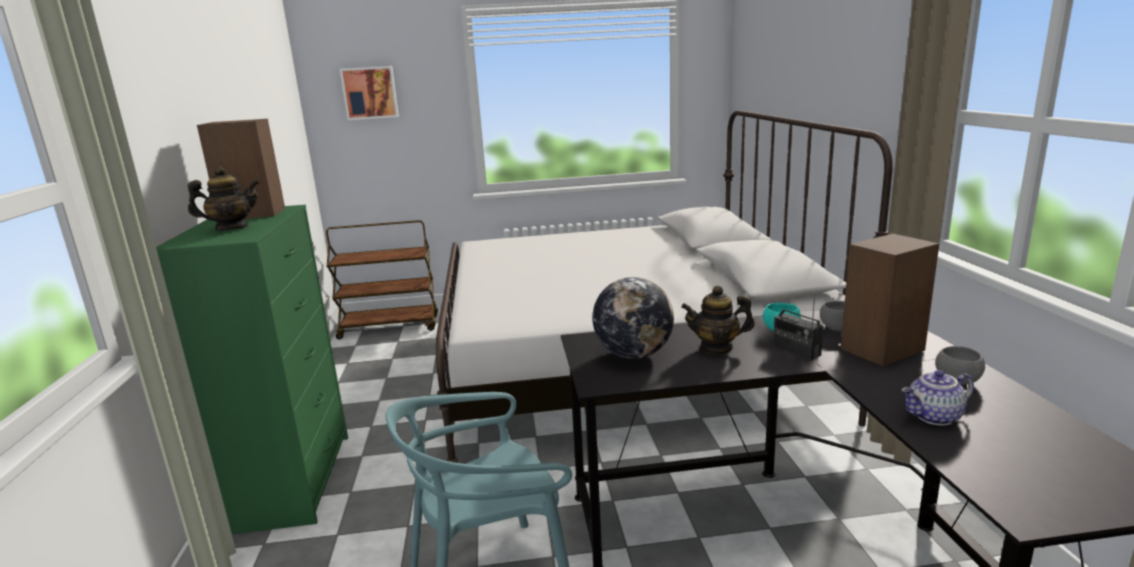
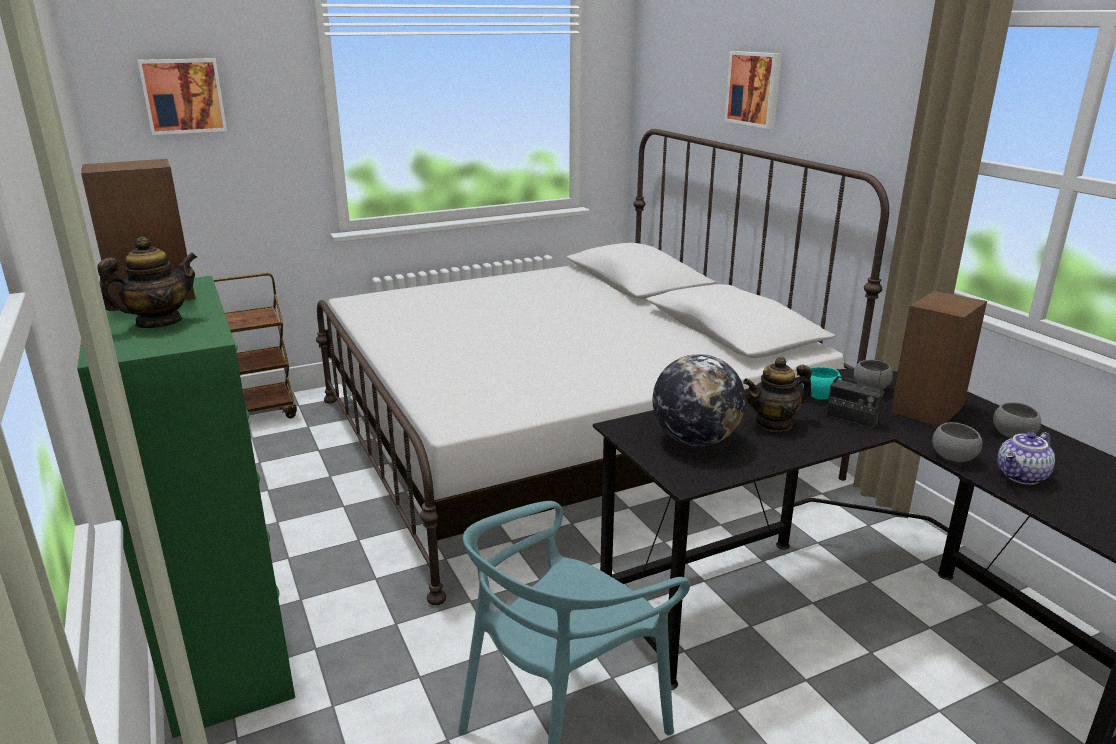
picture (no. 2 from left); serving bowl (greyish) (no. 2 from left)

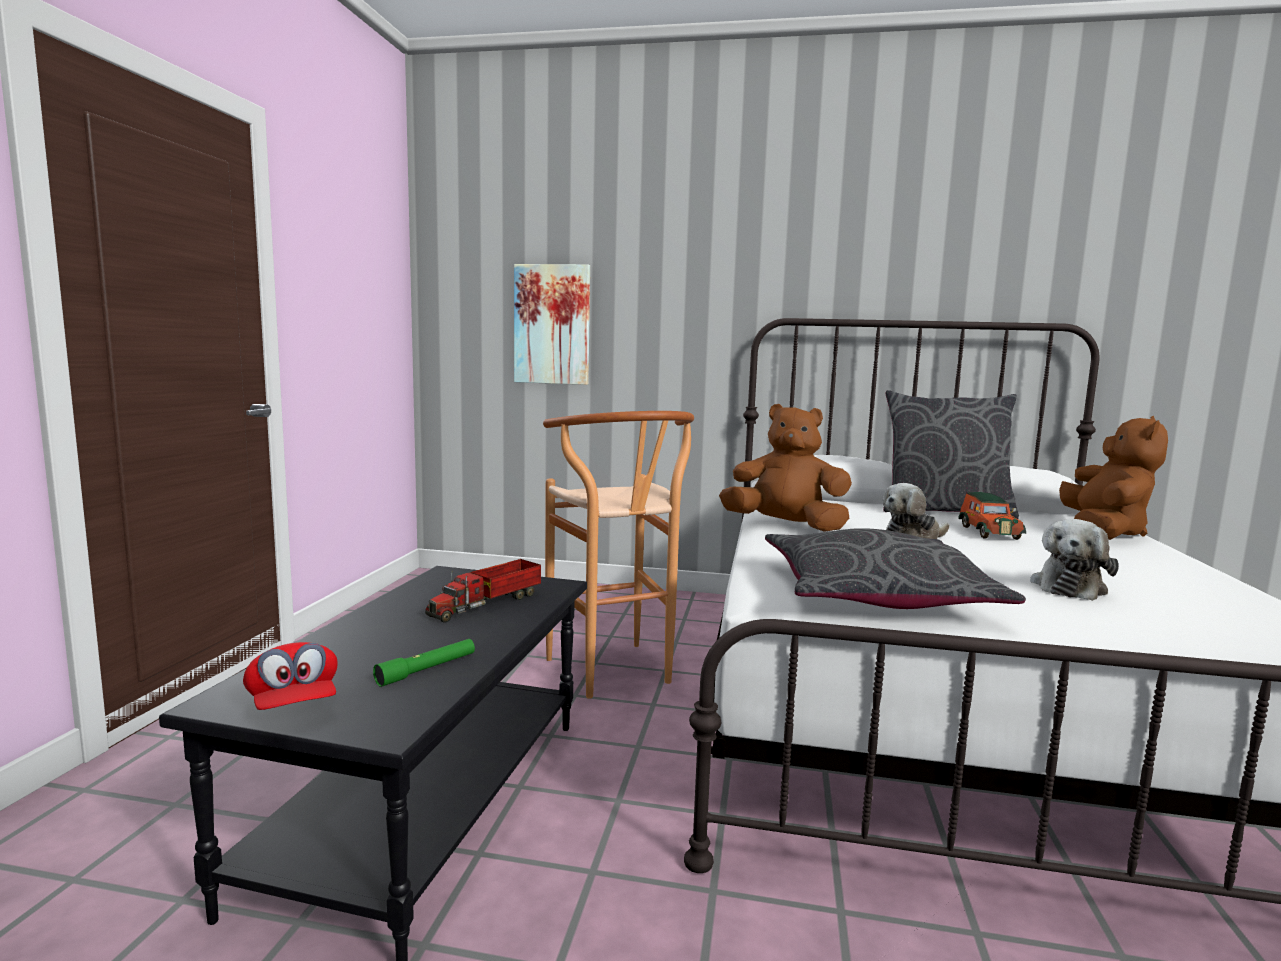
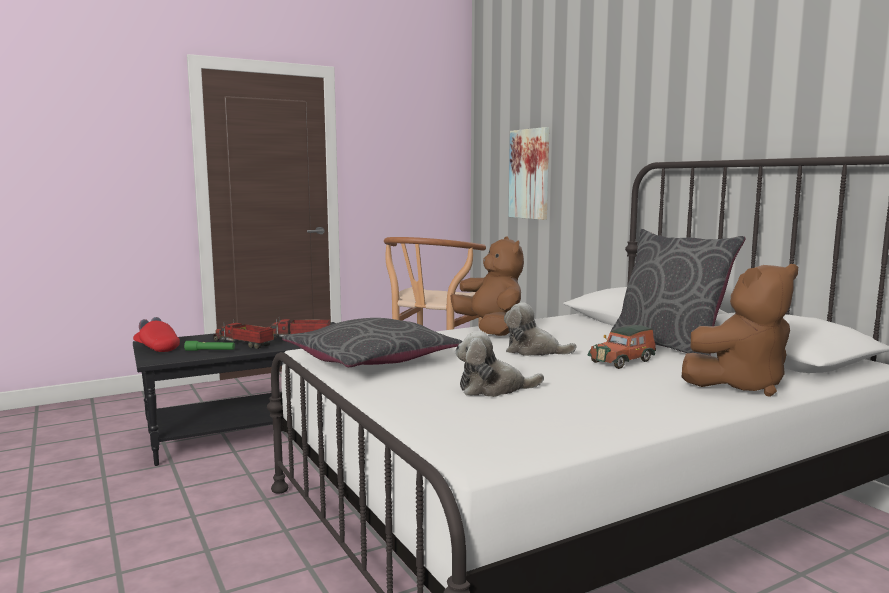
baseball cap (red); model truck (no. 1 from left)

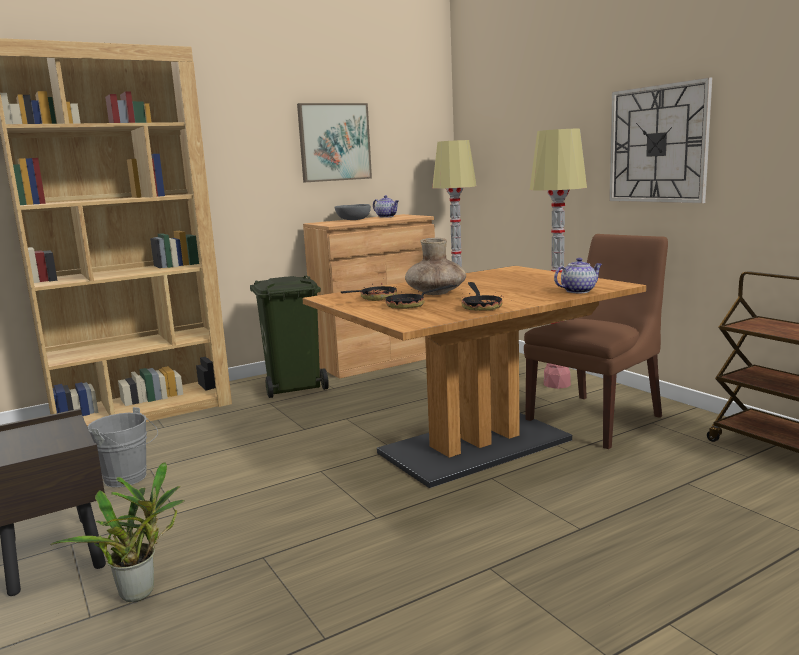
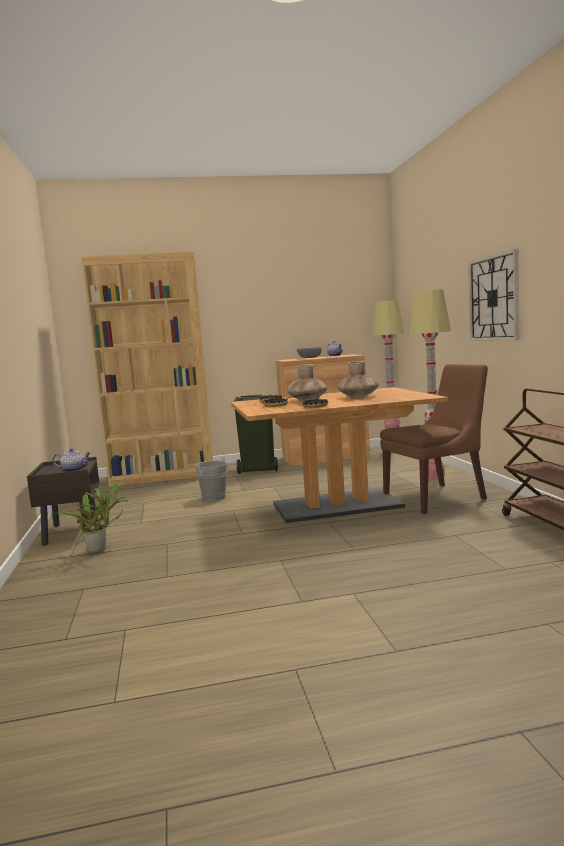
picture; teapot (no. 1 from left); pail (greyish); decorative vase (brown-coloured) (no. 2 from left)

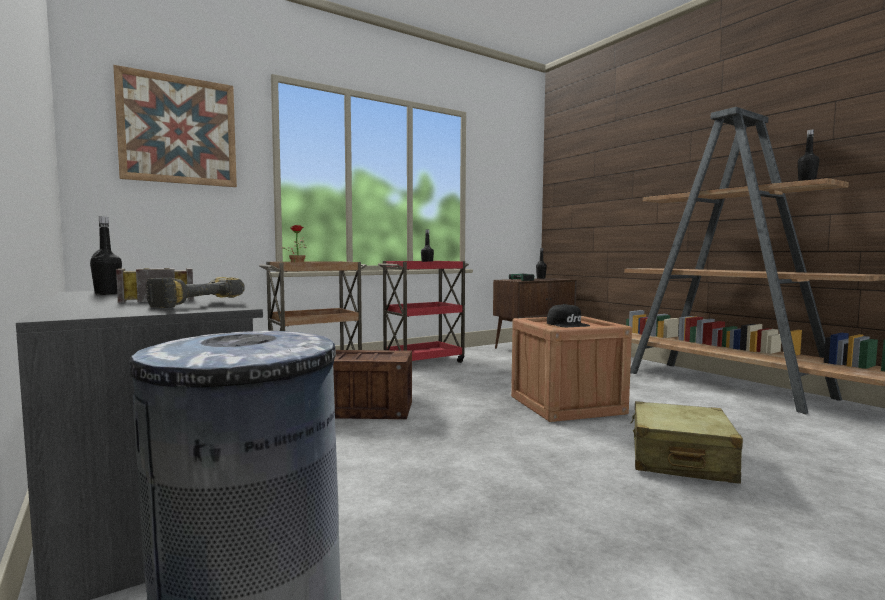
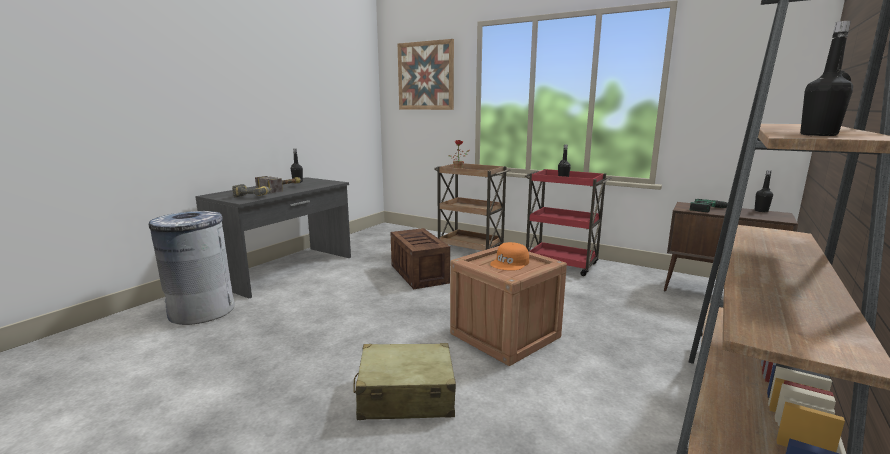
baseball cap (orange-coloured)

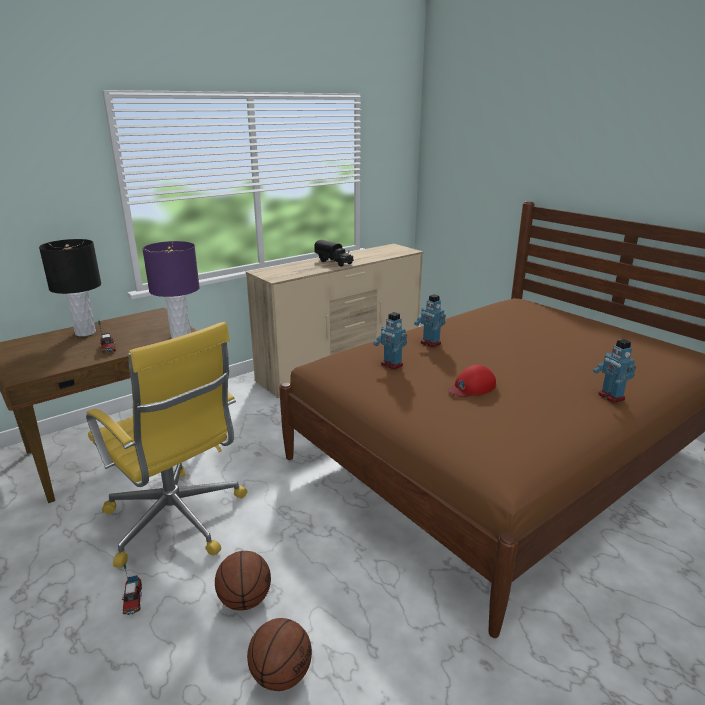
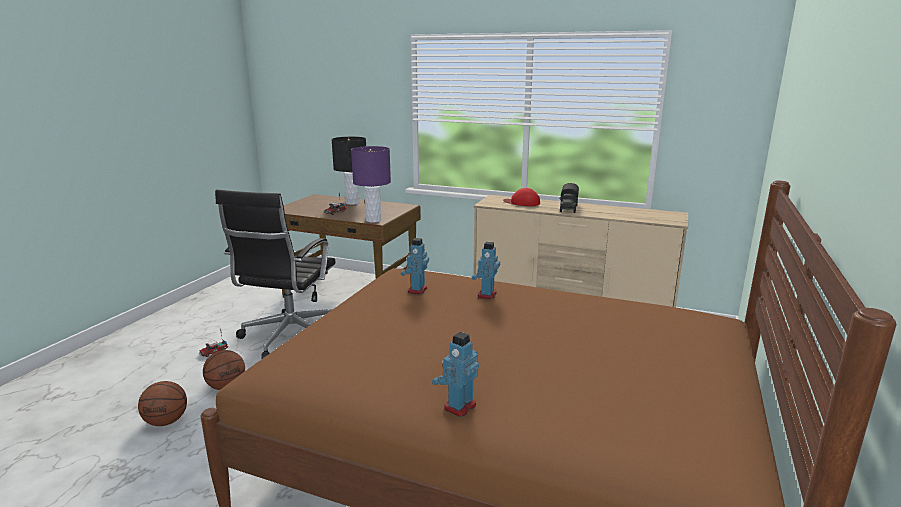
computer chair (black); baseball cap (red)

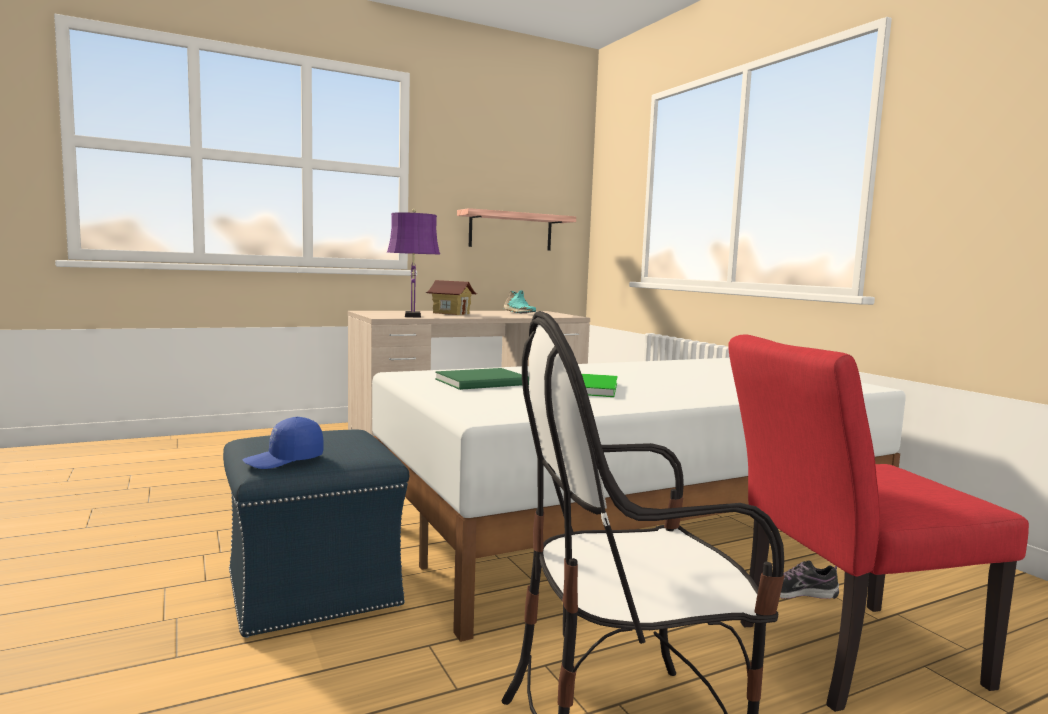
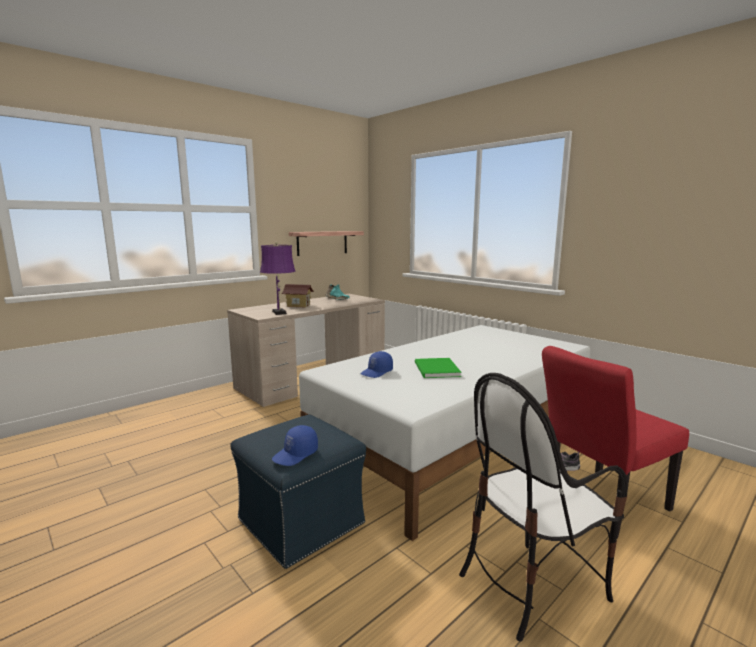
baseball cap (blue) (no. 2 from left)

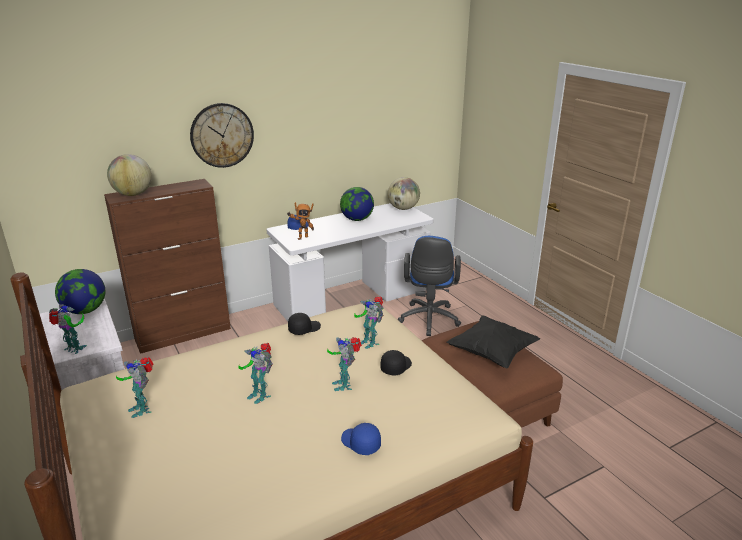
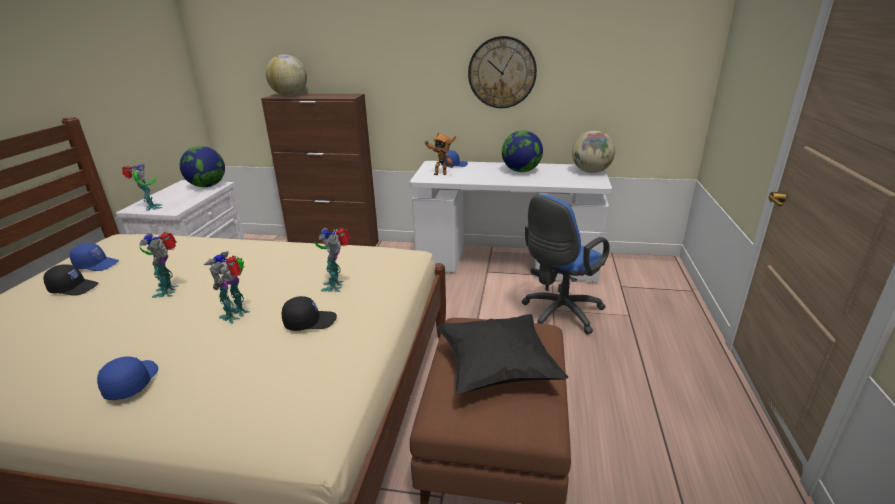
wall clock; baseball cap (black) (no. 1 from left); baseball cap (blue) (no. 1 from left)

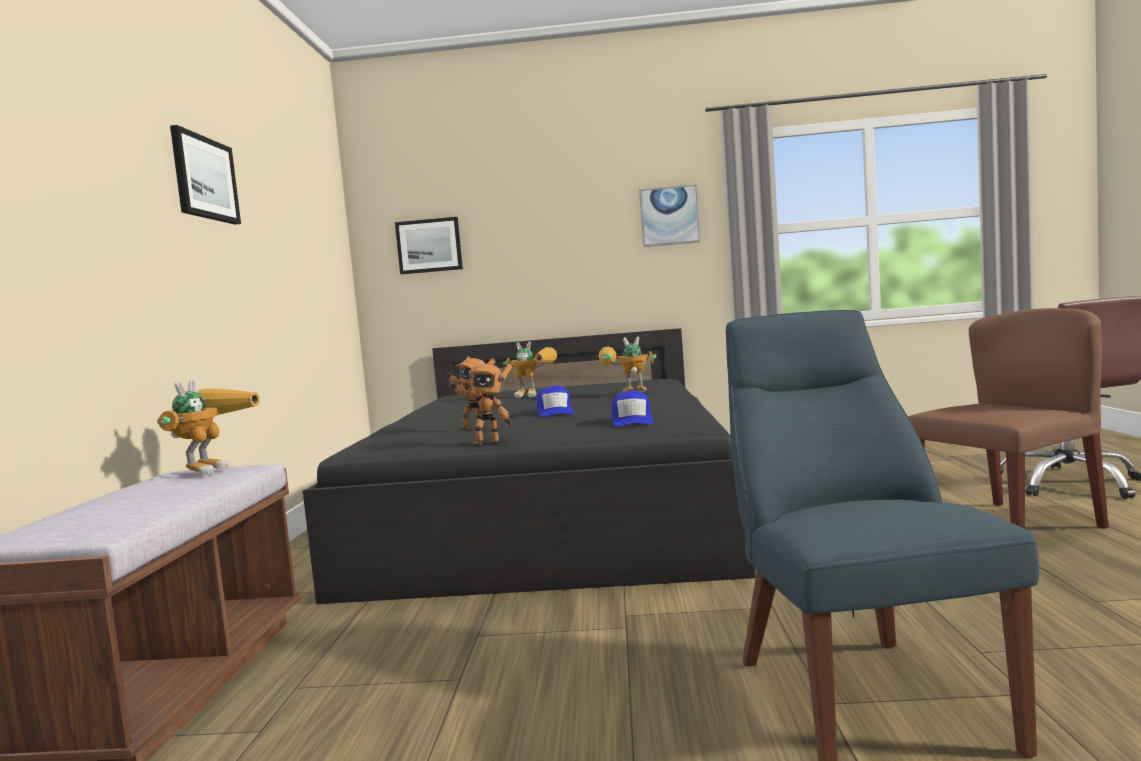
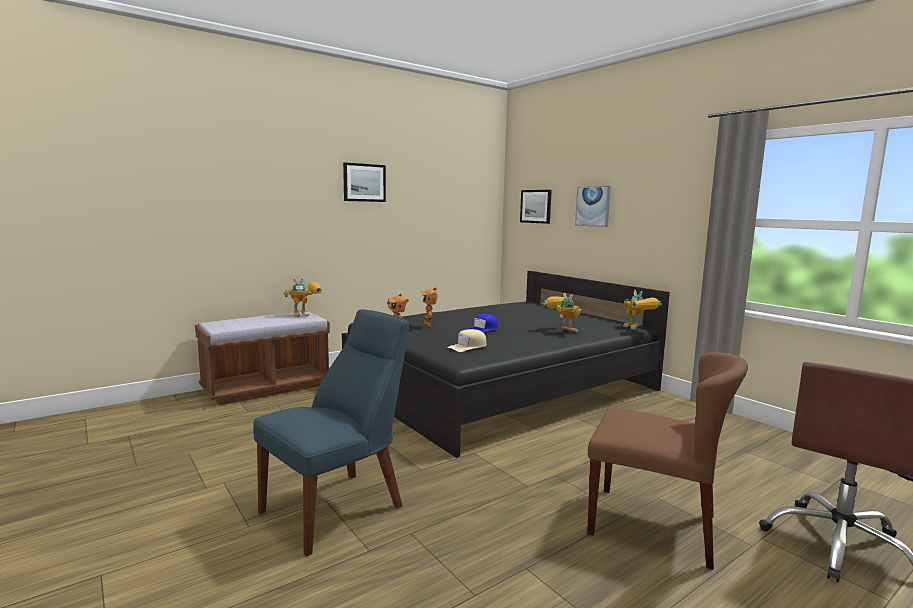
picture (no. 3 from left); model robot (no. 5 from left); baseball cap (beige-coloured)

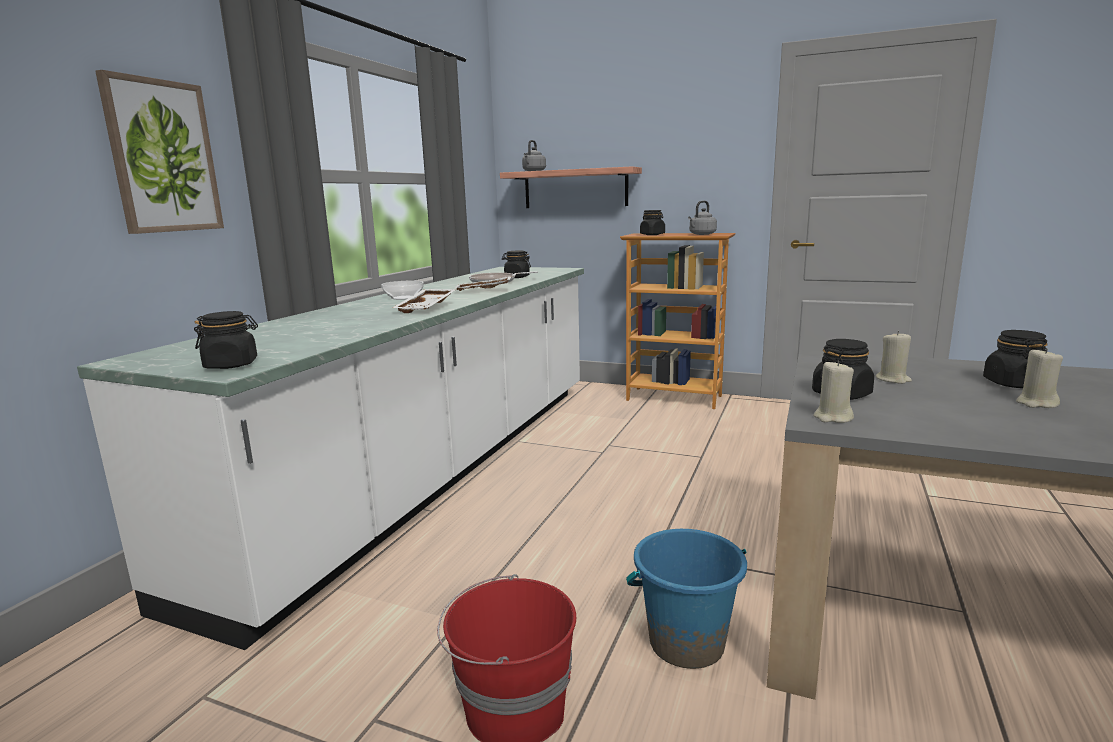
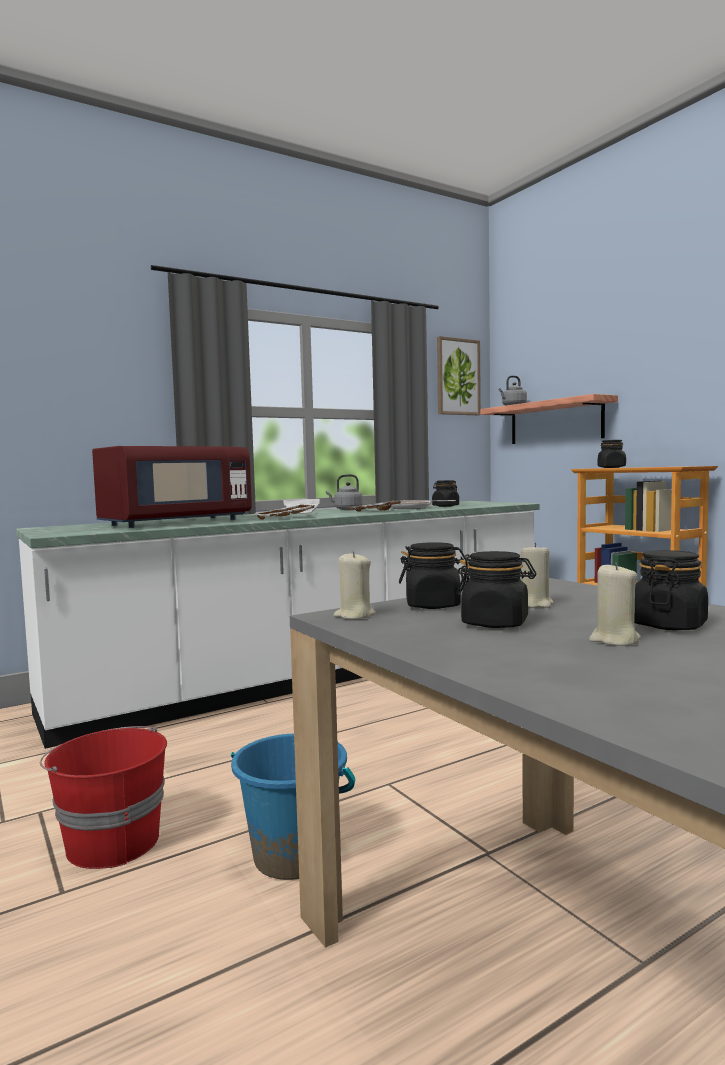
picture; kettle (greyish) (no. 1 from left); jar (black) (no. 3 from left); microwave oven (red)

